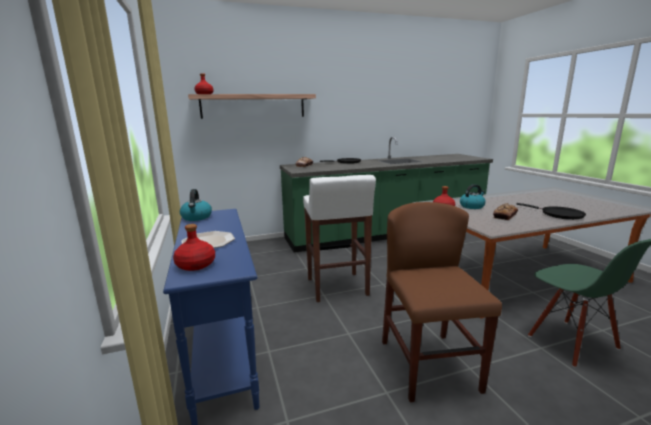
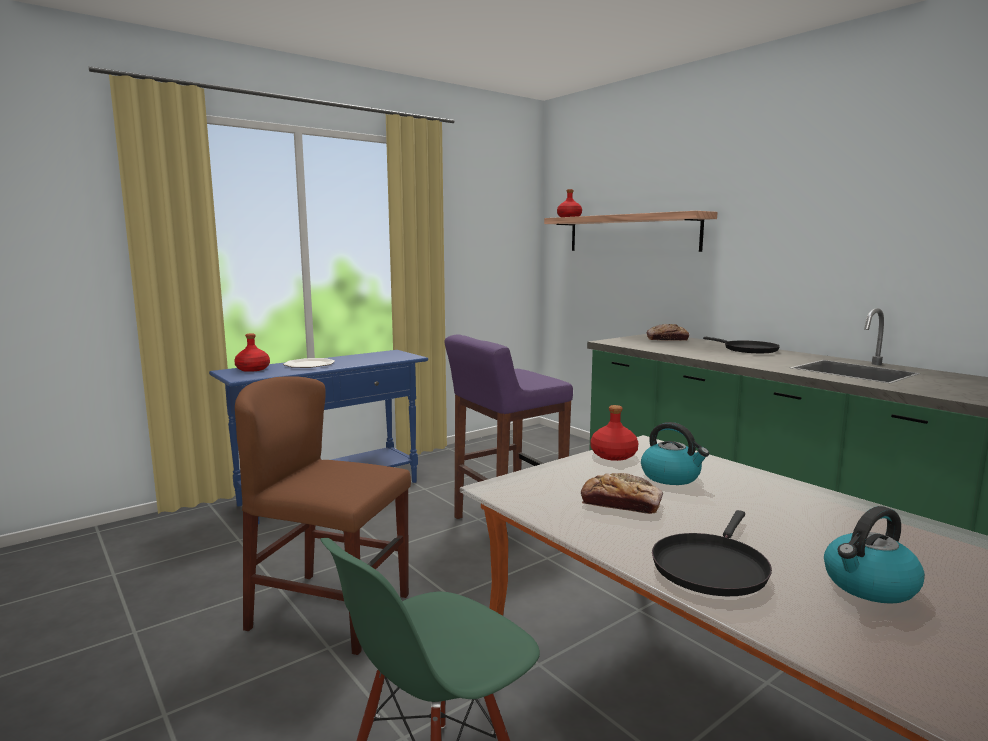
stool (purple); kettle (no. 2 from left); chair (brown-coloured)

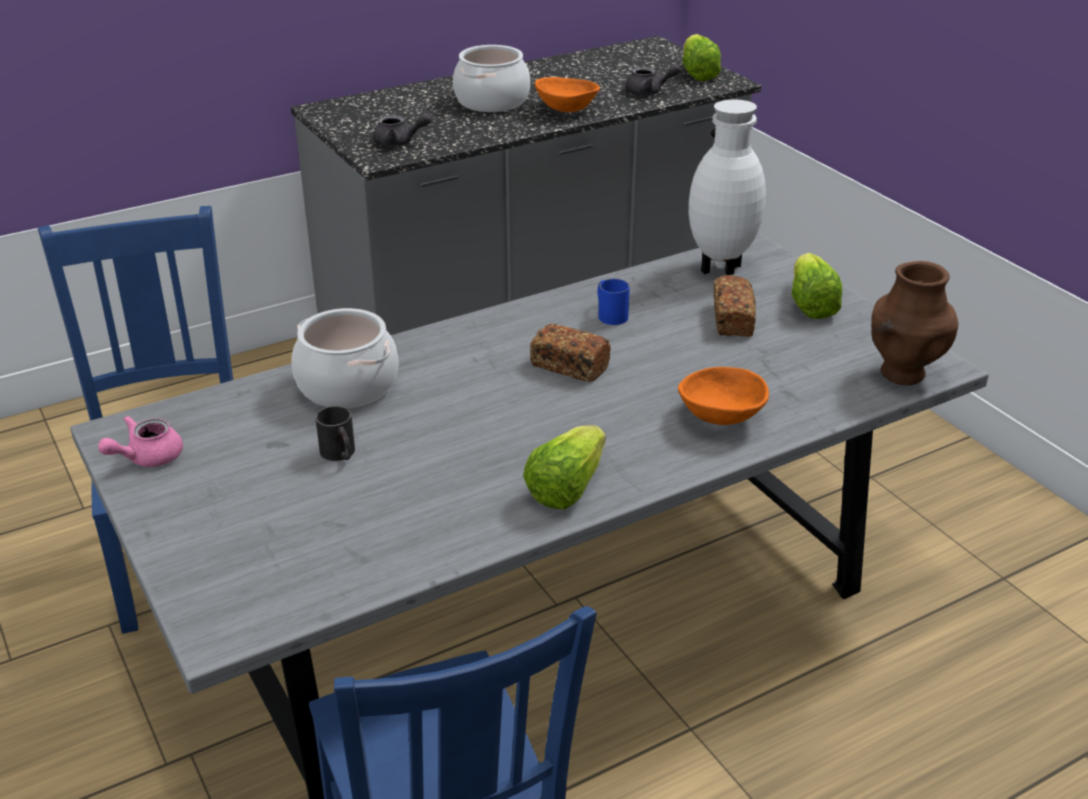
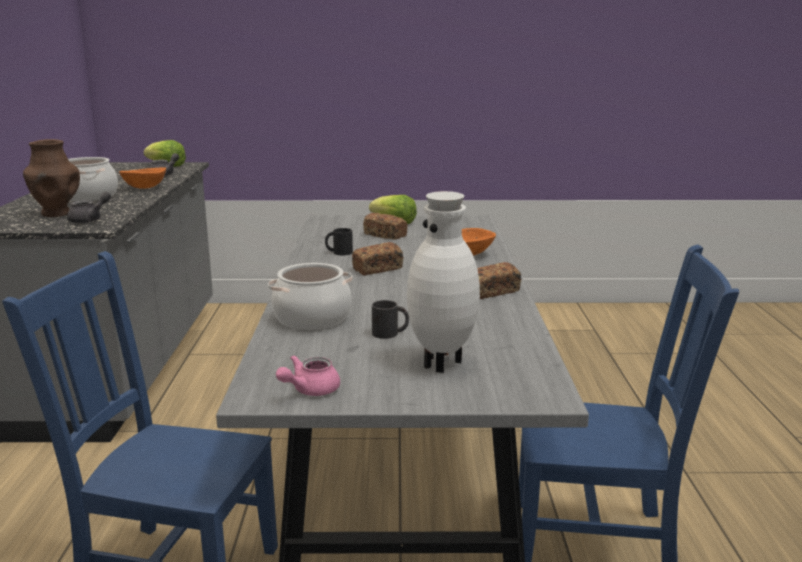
decorative vase (white); decorative vase (brown-coloured); mug (black) (no. 1 from left); teapot (pinkish); bakery bread (no. 3 from left)

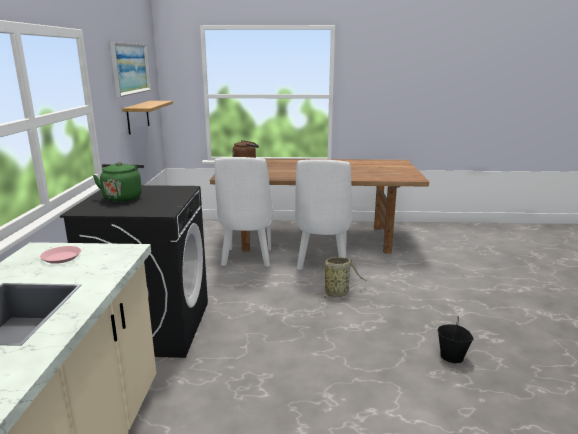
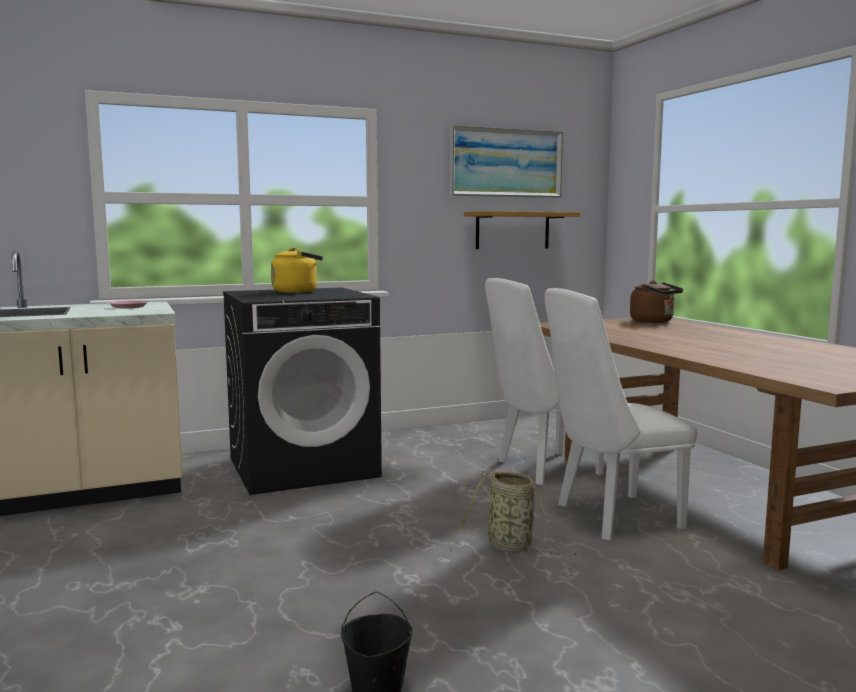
kettle (yellowish)

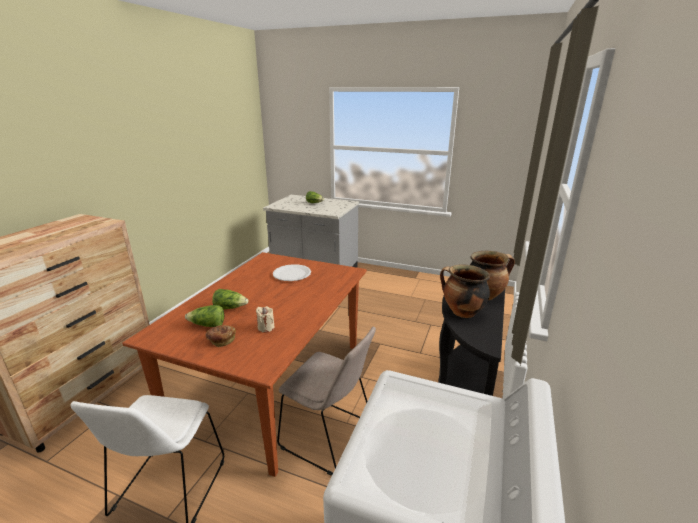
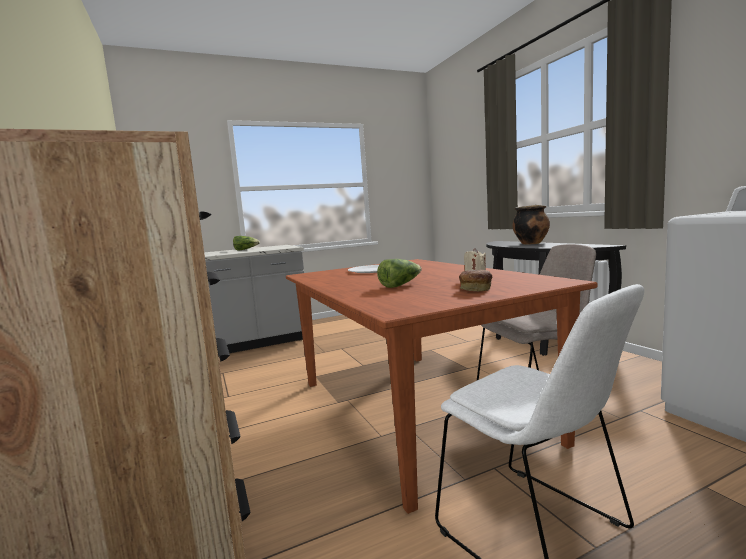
saucepot (no. 1 from left in the first image); lettuce (no. 1 from left in the first image)

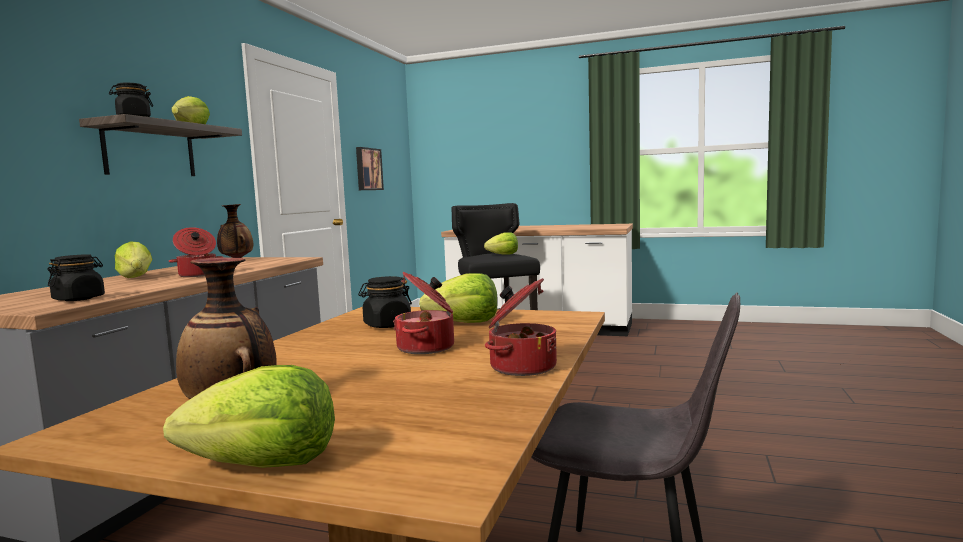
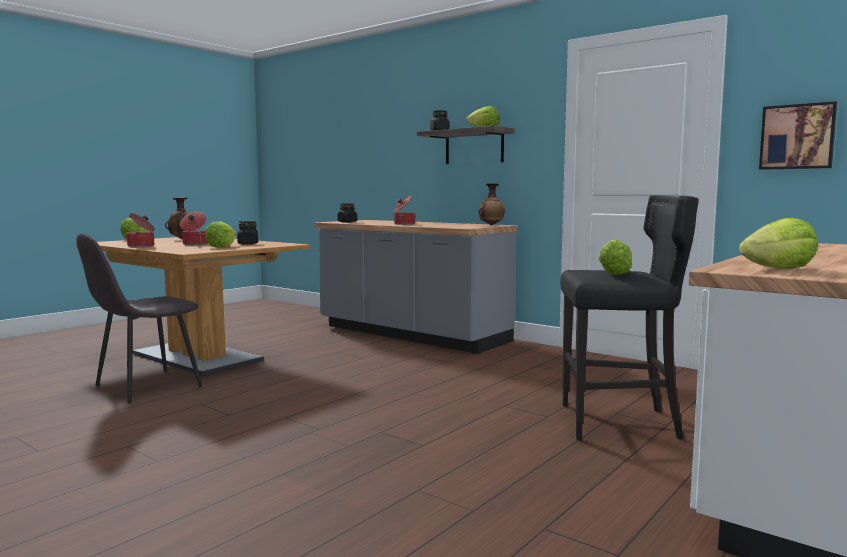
lettuce (no. 5 from left)

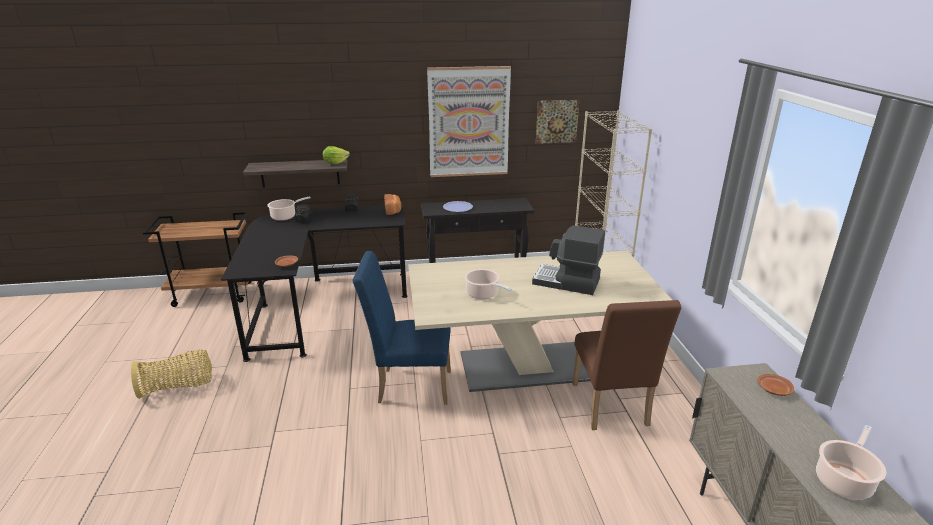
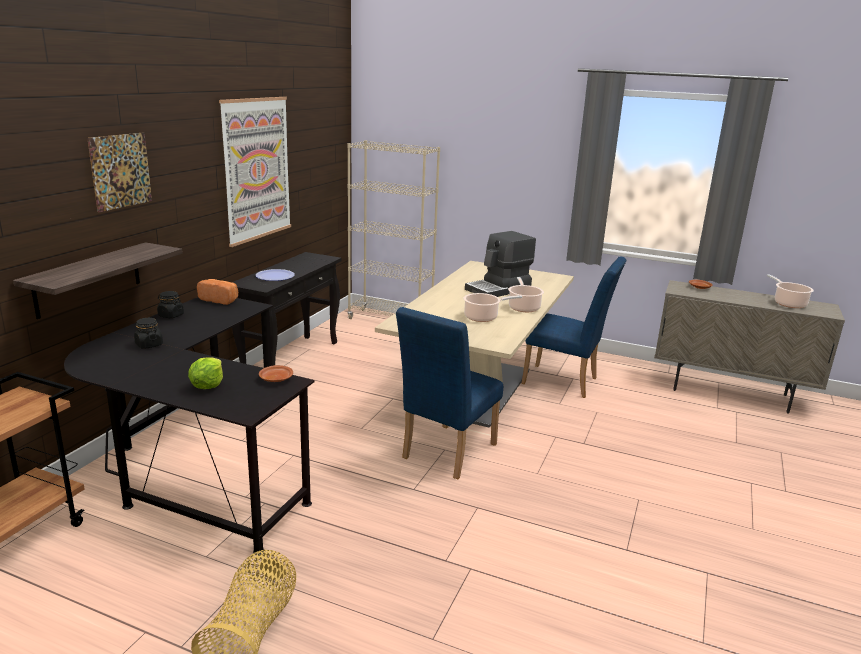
picture (no. 1 from left); lettuce; saucepot (no. 2 from left); chair (blue) (no. 2 from left)

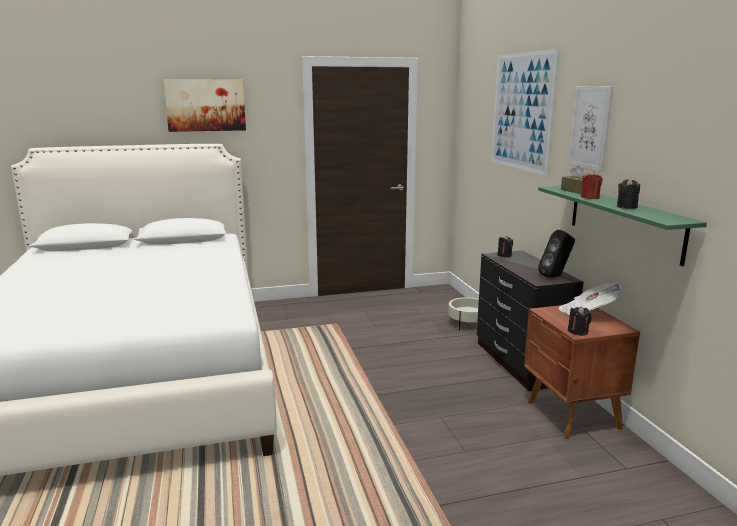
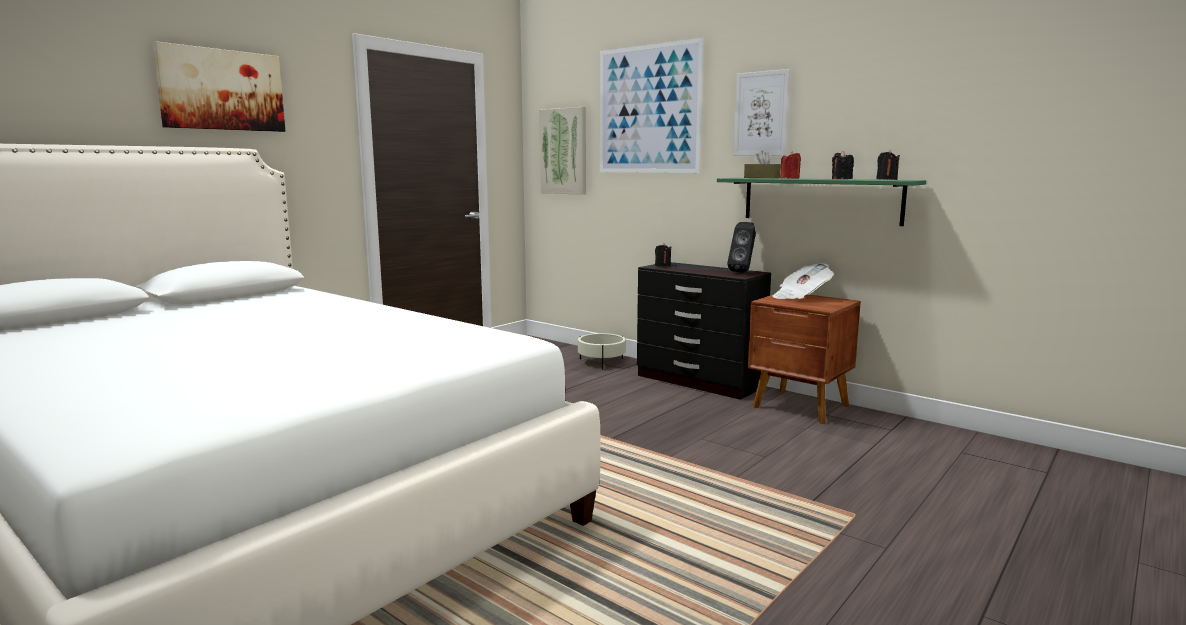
wax candle (black) (no. 3 from left); picture (no. 2 from left)

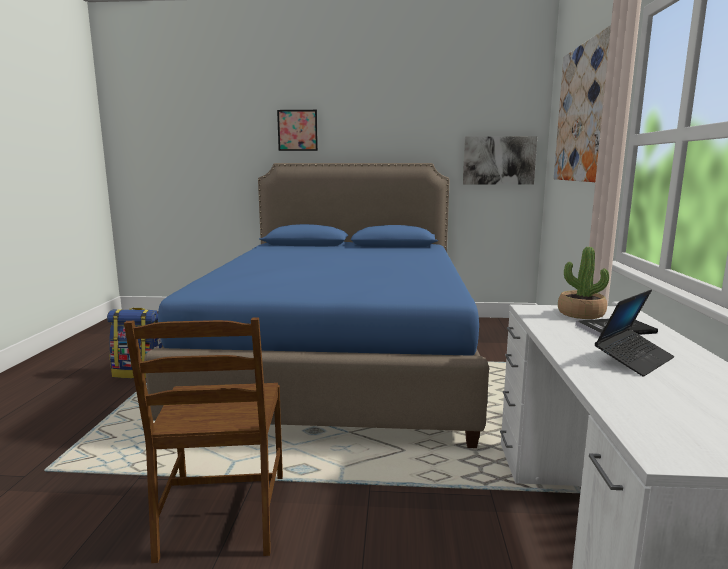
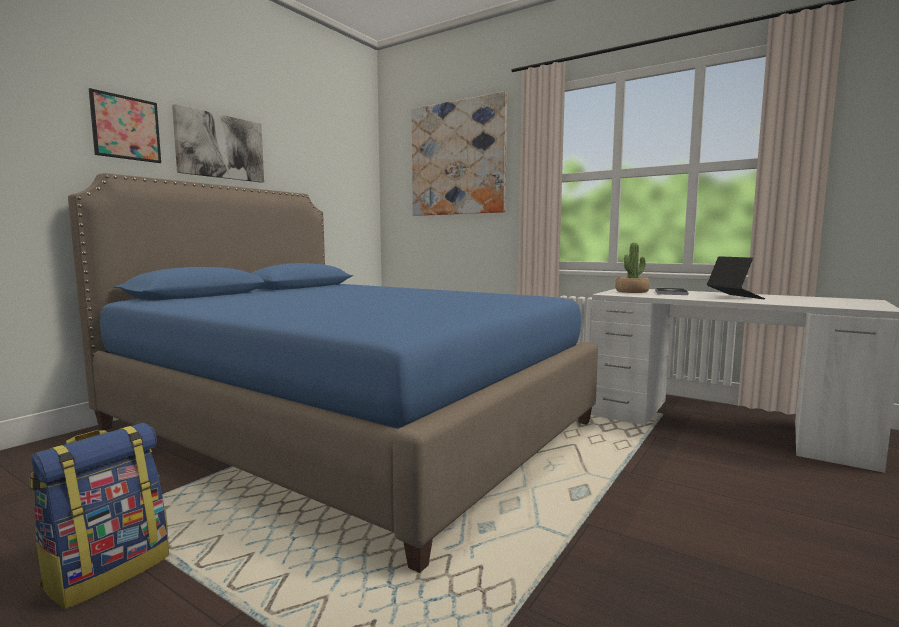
picture (no. 2 from left); chair (brown-coloured)

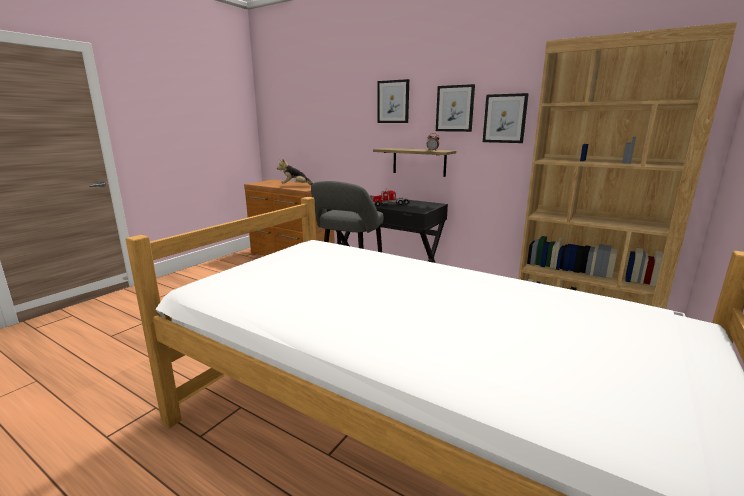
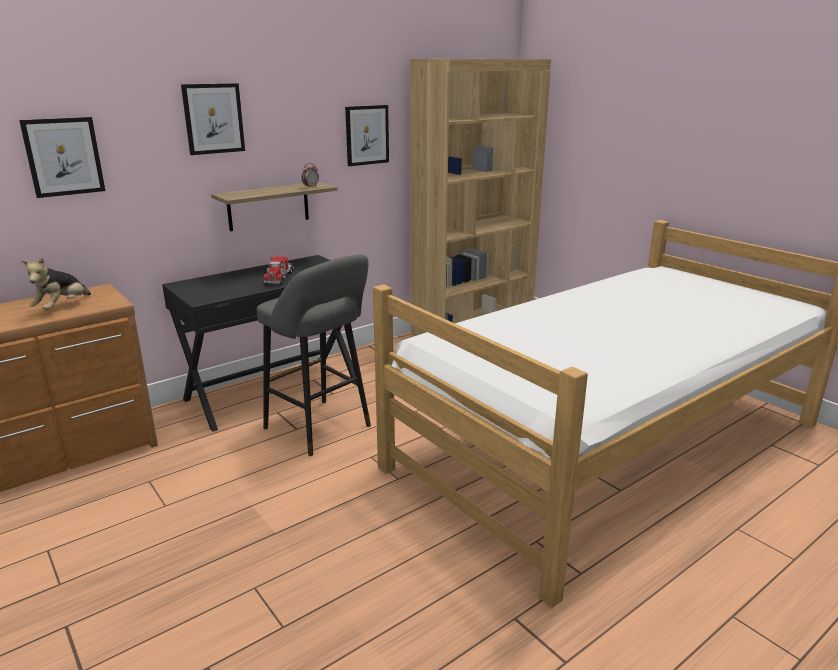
picture (no. 1 from left)

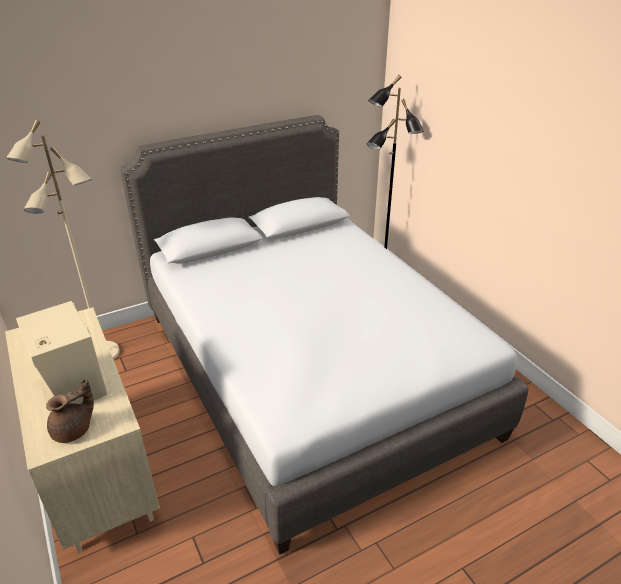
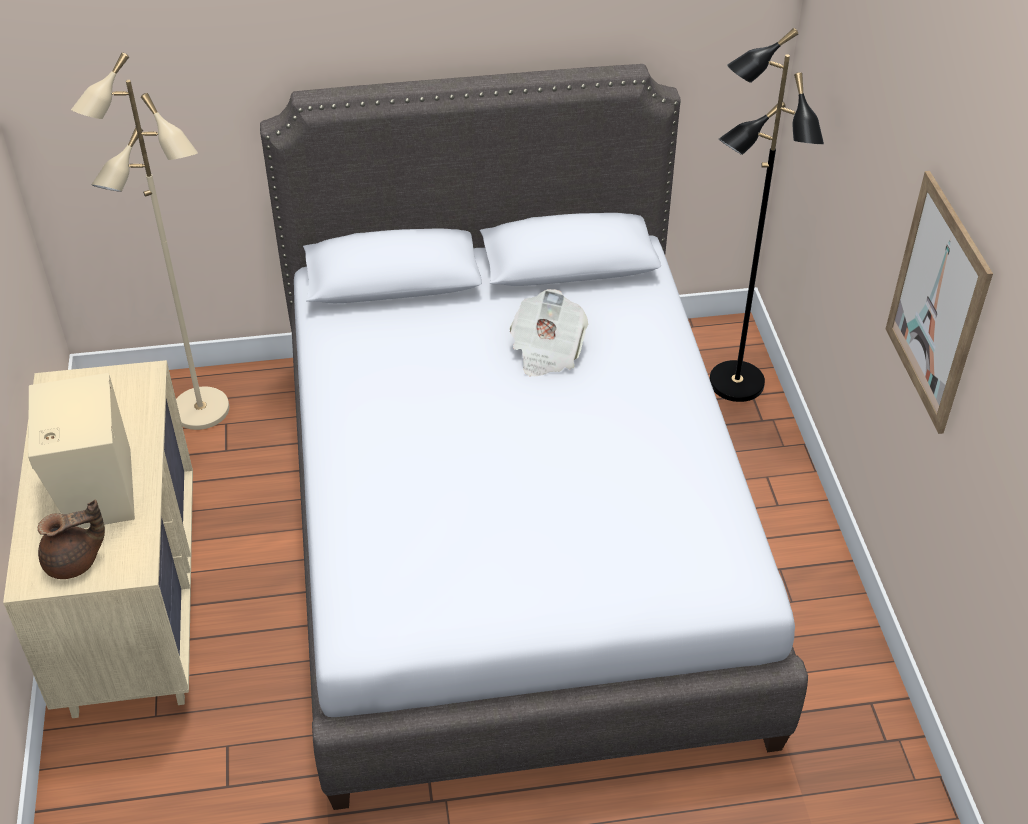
picture; daily paper

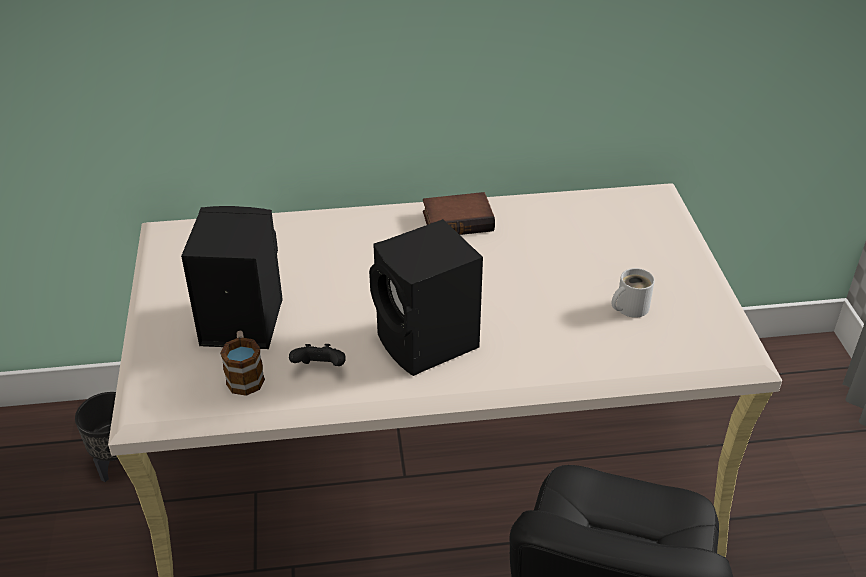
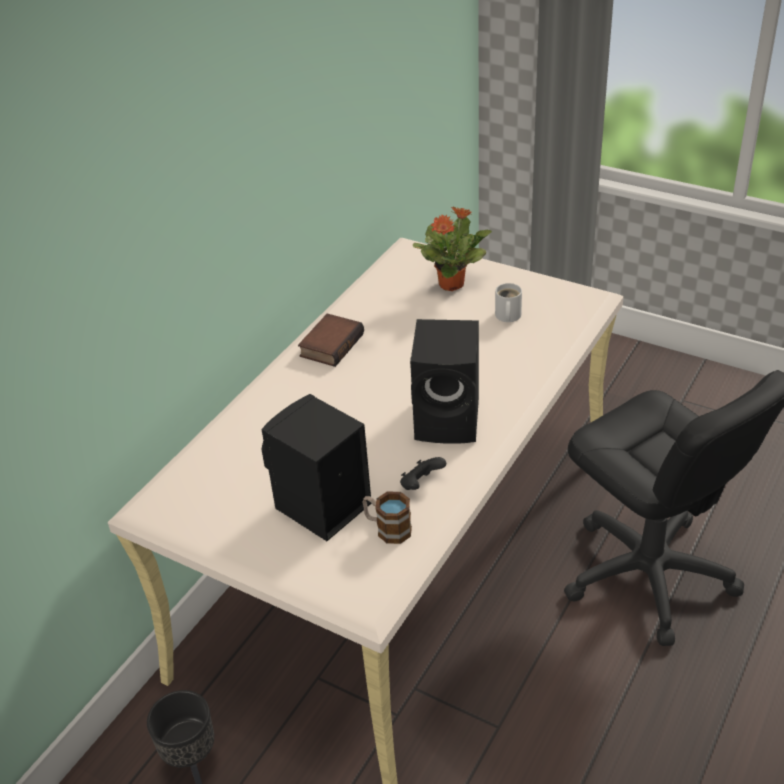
houseplant

